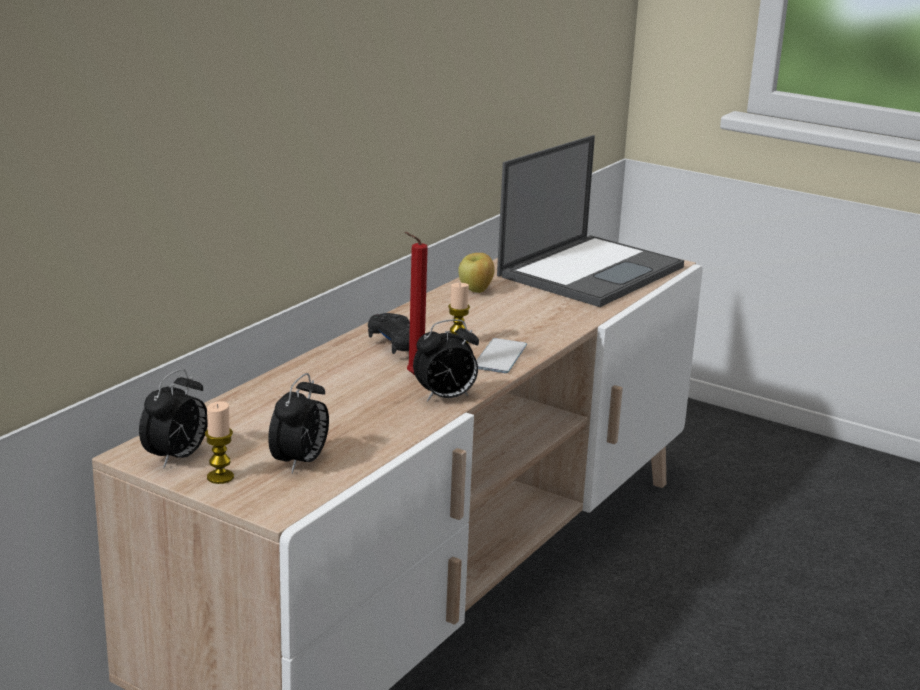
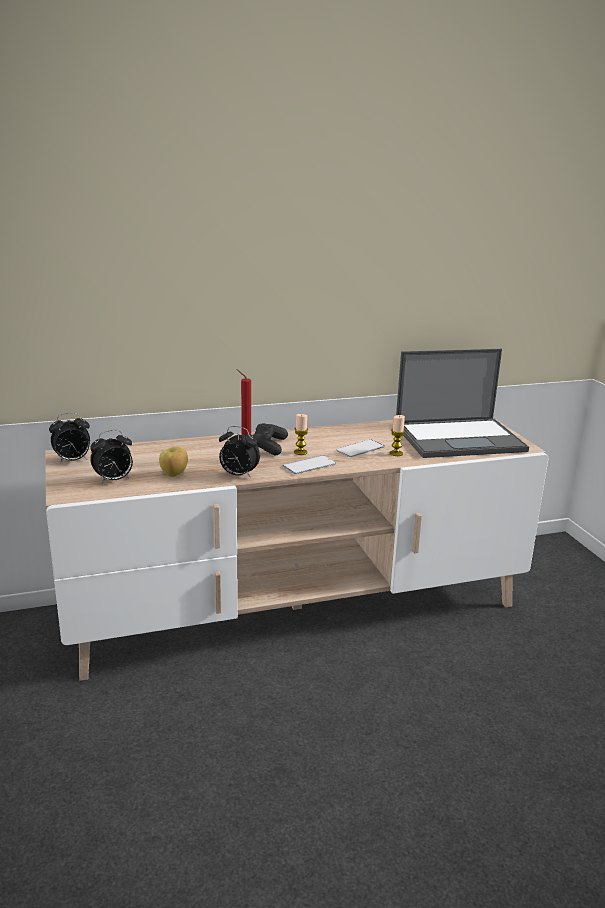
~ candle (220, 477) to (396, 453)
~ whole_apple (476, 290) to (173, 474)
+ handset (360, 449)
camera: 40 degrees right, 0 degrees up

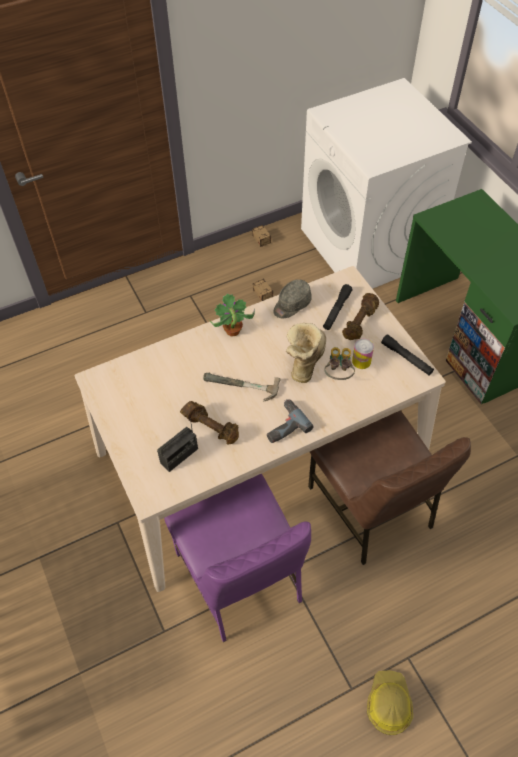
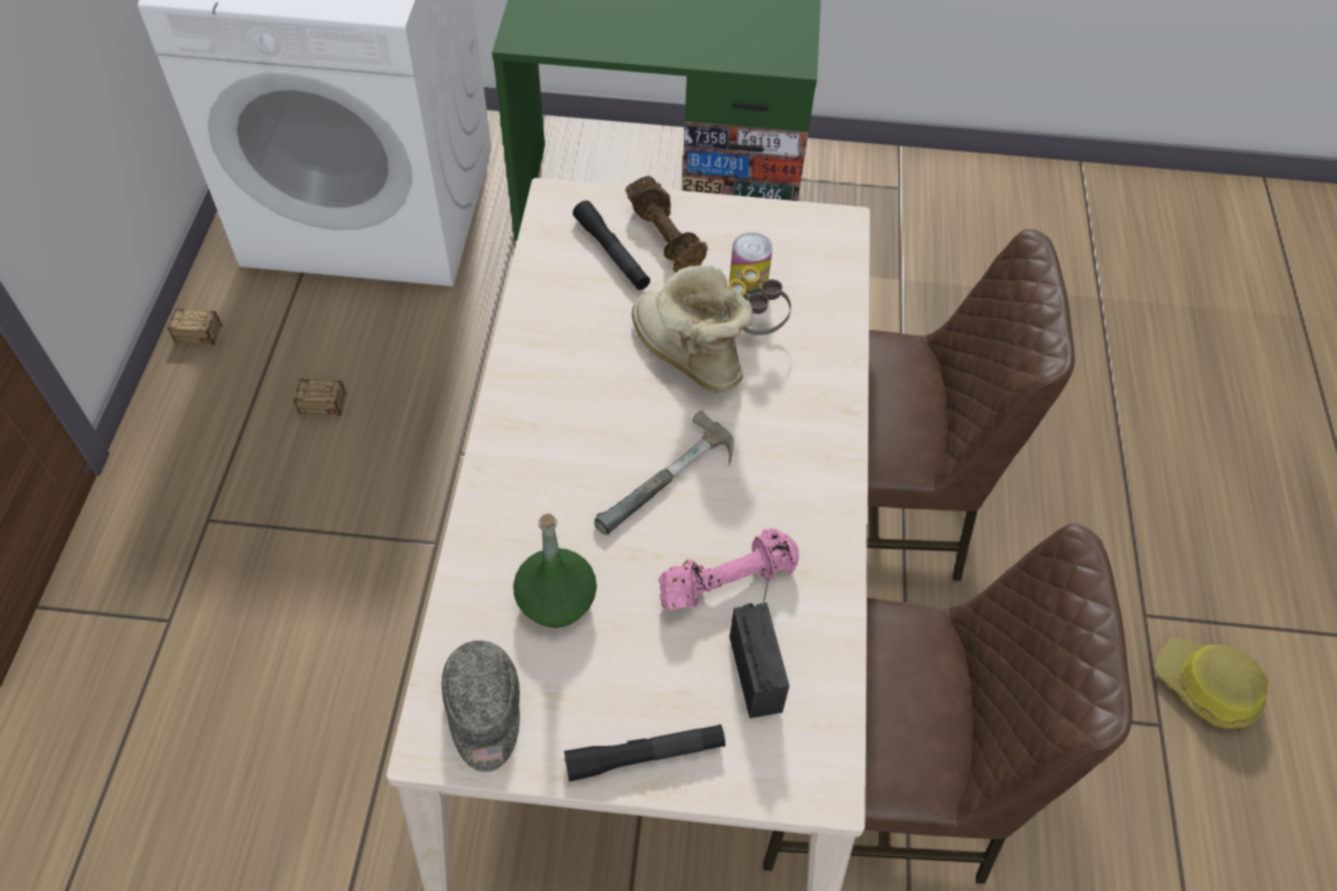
~ purple-coloured_plain_chair (240, 578) to brown-coloured_plain_chair (879, 783)
~ brown-coloured_hand_weight (211, 427) to pink_hand_weight (726, 581)
- houseplant (232, 331)
- electric_drill (283, 425)
~ gray_cap (291, 305) to (484, 713)
~ black-coloured_hand_torch (406, 358) to (645, 756)
+ greenish_drink_bottle (556, 600)
camera: 60 degrees left, 0 degrees up

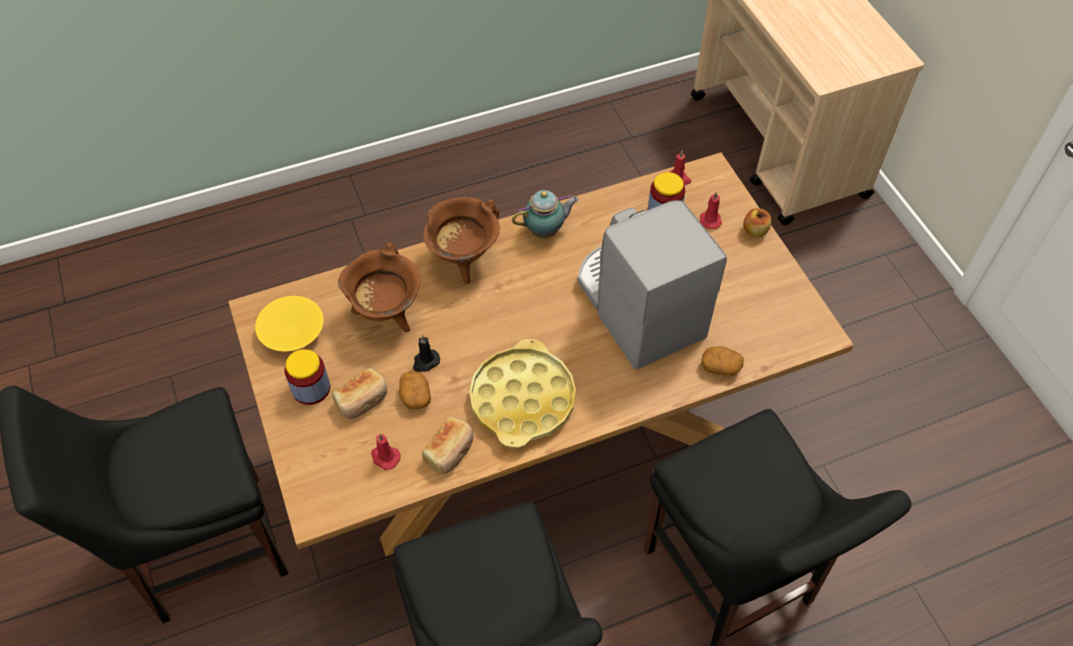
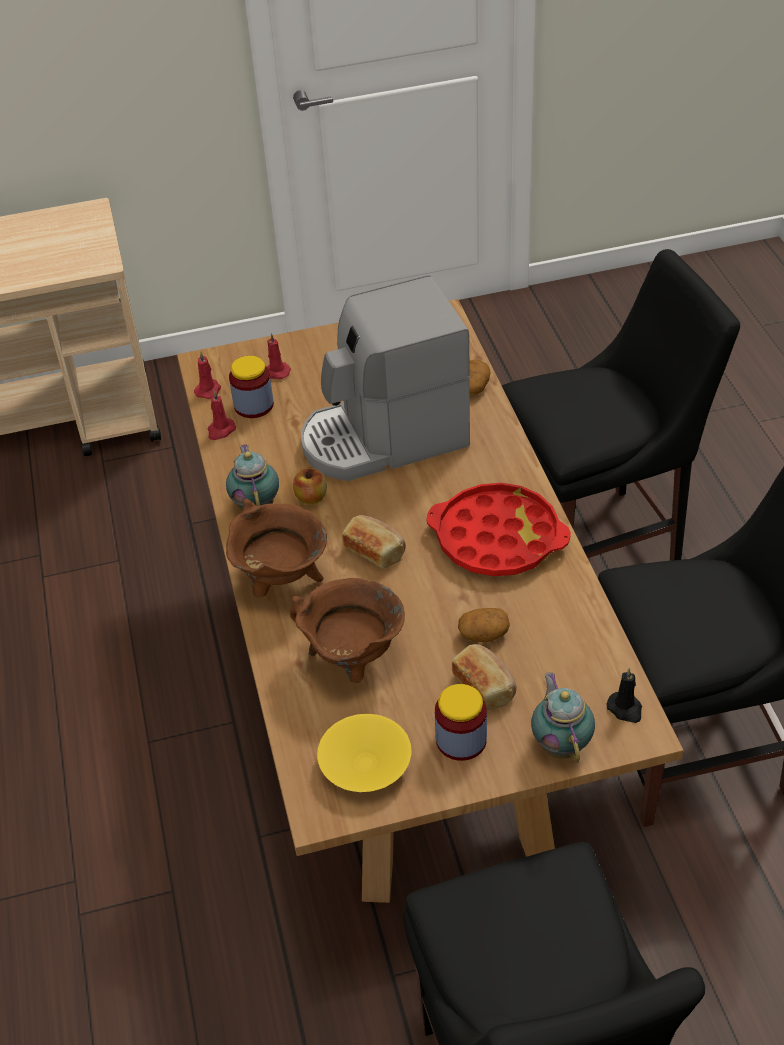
~ red-coloured_candle (385, 457) to (220, 430)
~ black-coloured_candle (425, 362) to (625, 709)
~ baked_bread (450, 451) to (375, 550)
~ yellowish_carrying_tray (523, 399) to red-coloured_carrying_tray (497, 538)
~ whole_apple (755, 231) to (311, 497)
+ pot_for_tea (561, 744)
camera: 80 degrees left, 10 degrees down

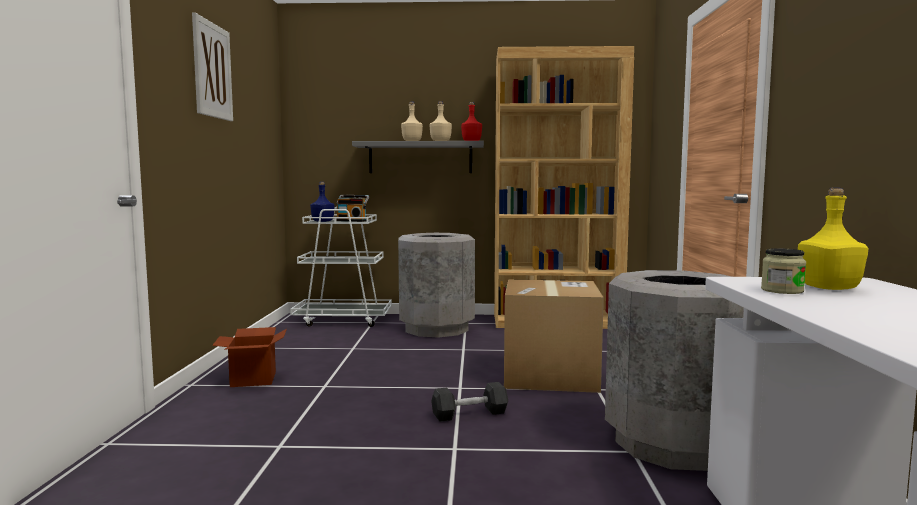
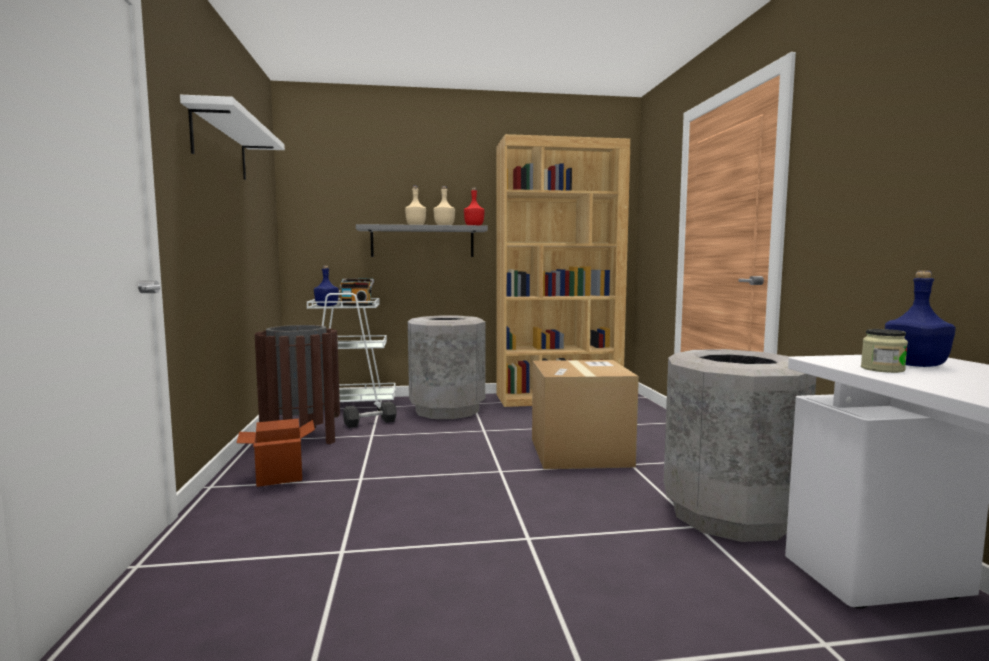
~ picture (212, 70) to whitish_wall_shelf (220, 145)
~ gray_hand_weight (469, 414) to (370, 423)
~ yellowish_drink_bottle (829, 288) to blue-coloured_drink_bottle (916, 365)
+ brown-coloured_waste_bin (301, 438)
camera: 10 degrees left, 0 degrees up

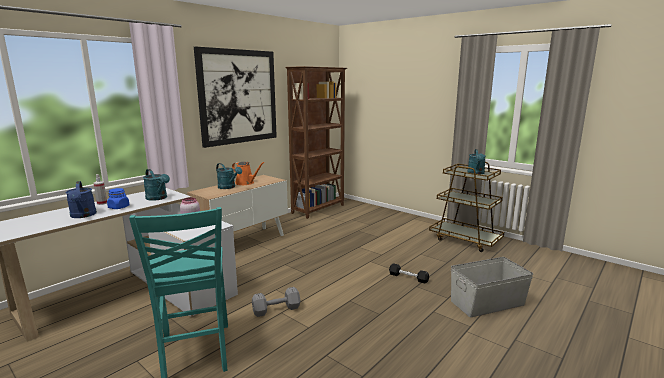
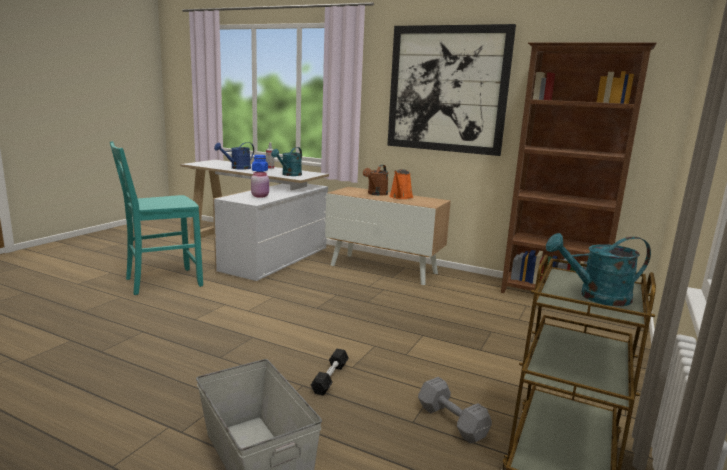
~ blue-green_watering_pot (228, 187) to brown-coloured_watering_pot (376, 194)
~ gray_hand_weight (277, 309) to (452, 423)
camera: 75 degrees right, 0 degrees up

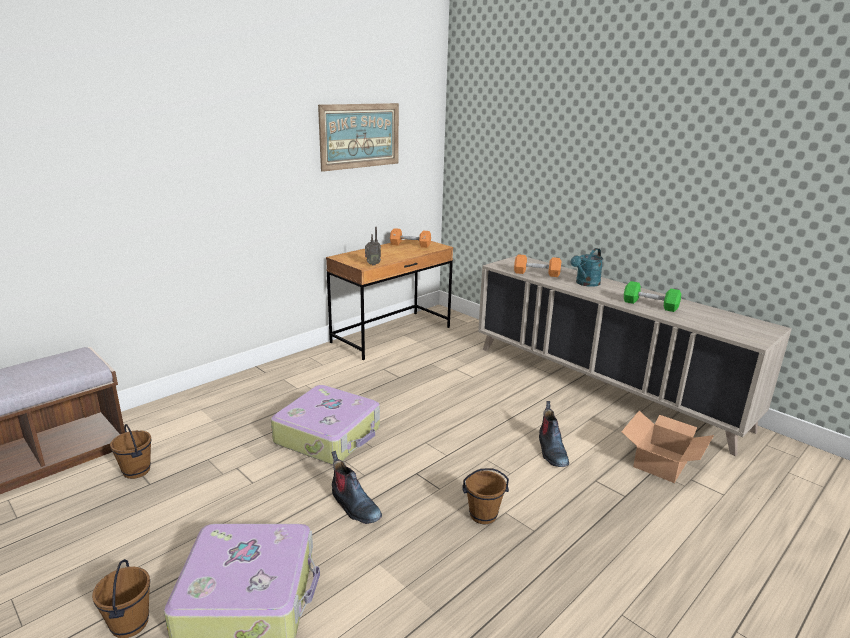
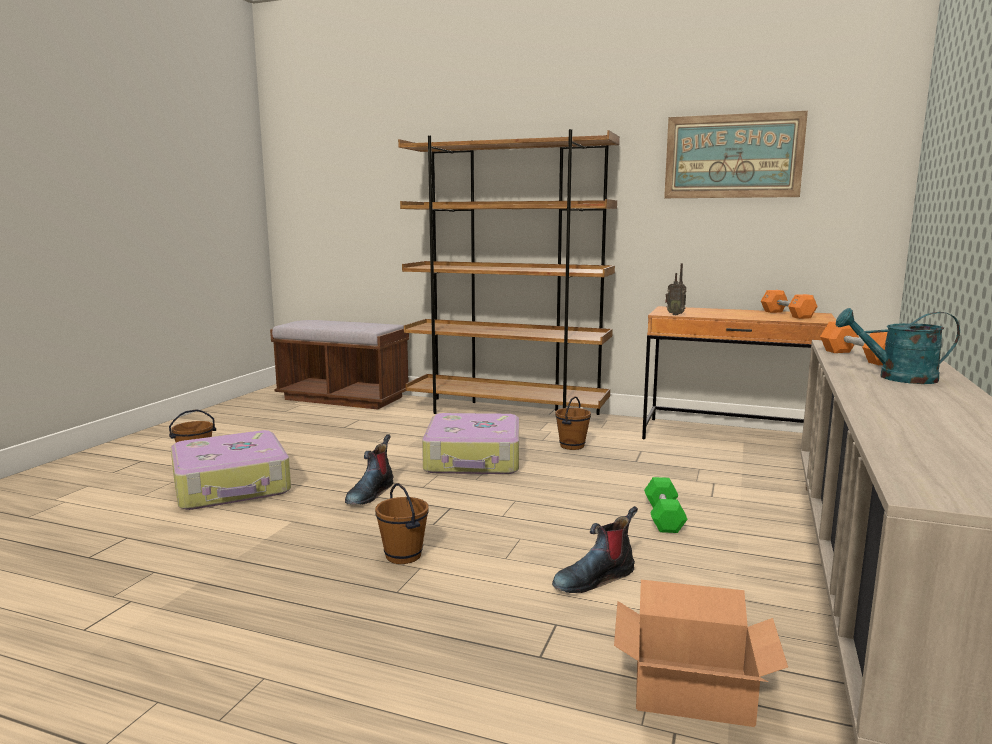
~ brown-coloured_pail (137, 471) to (572, 446)
~ greenish_hand_weight (650, 305) to (664, 517)
+ brown-coloured_bookshelf (507, 413)
camera: 65 degrees right, 10 degrees down

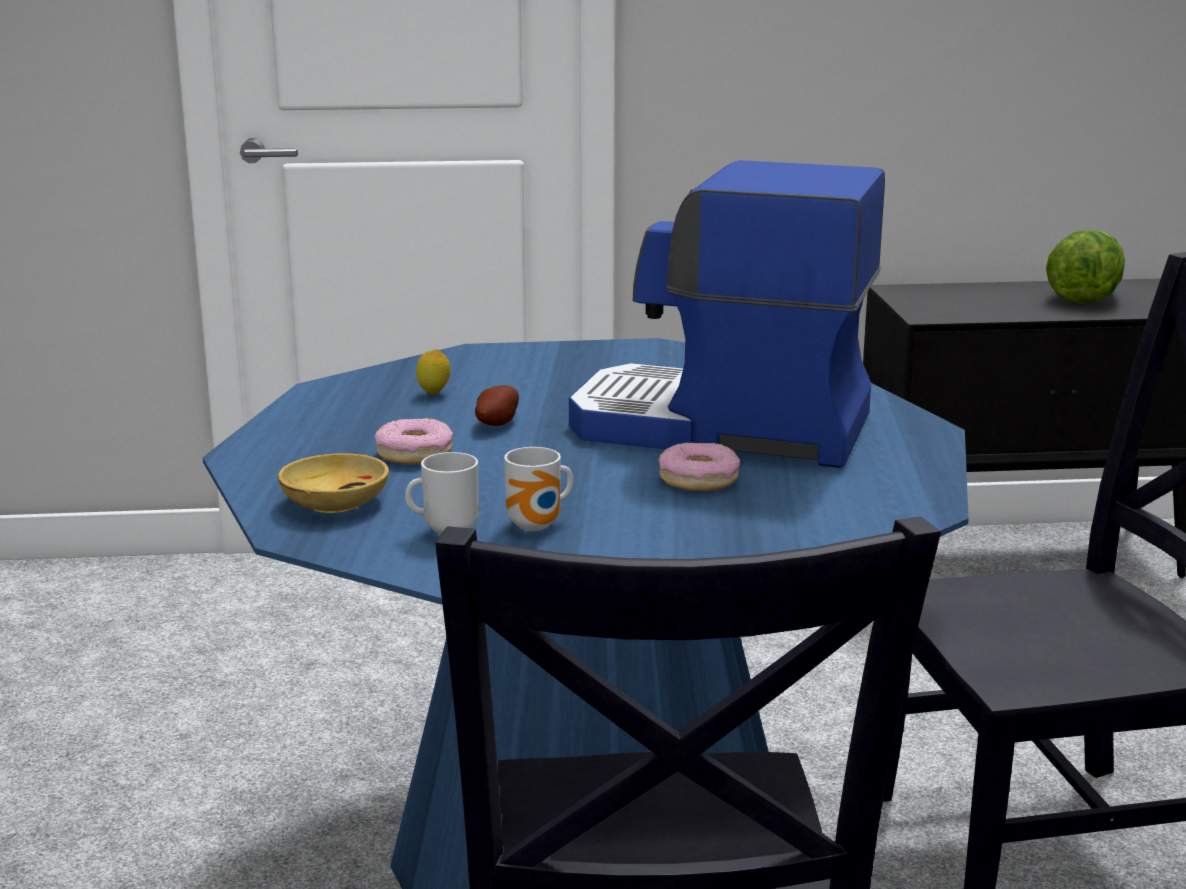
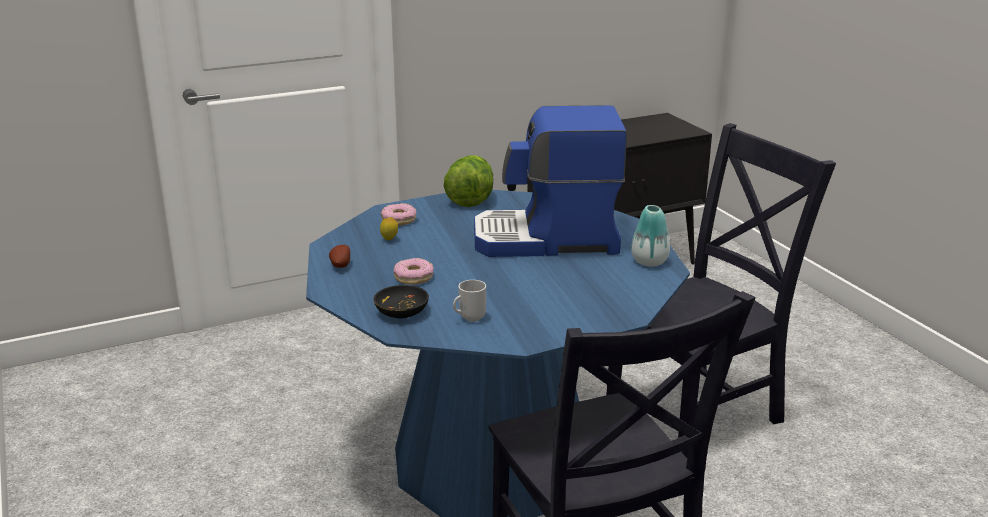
~ beige-coloured_bowl (334, 502) to black-coloured_bowl (401, 312)
~ whole_potato (495, 423) to (340, 265)
- mug (538, 525)
~ doughnut (698, 479) to (398, 220)
~ head_of_lettuce (1084, 297) to (470, 199)
+ flower_vase (649, 262)
camera: 20 degrees left, 5 degrees up

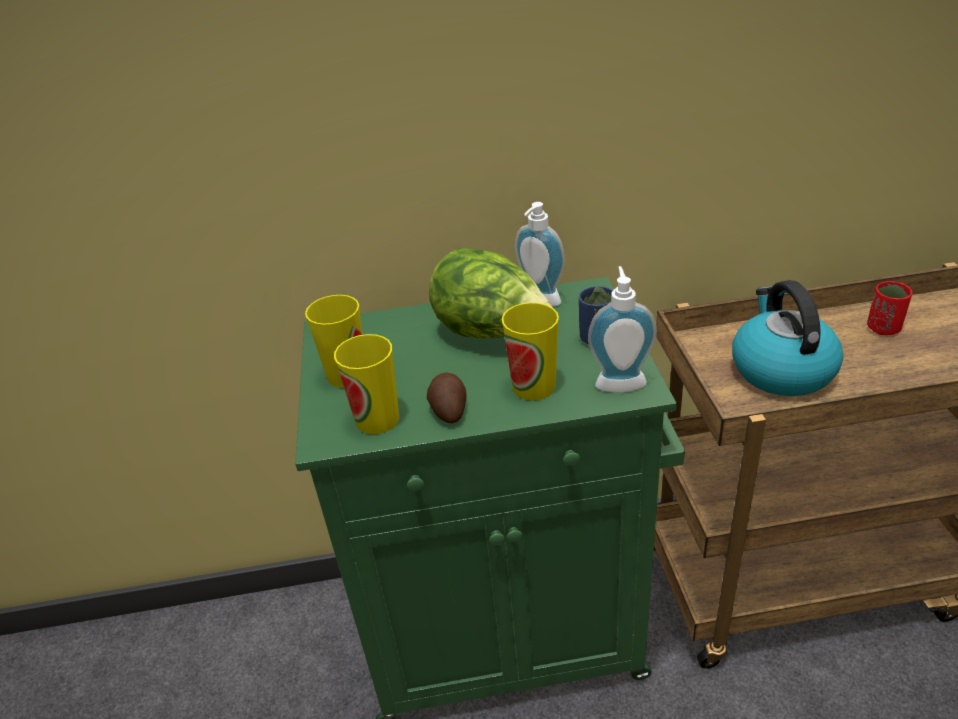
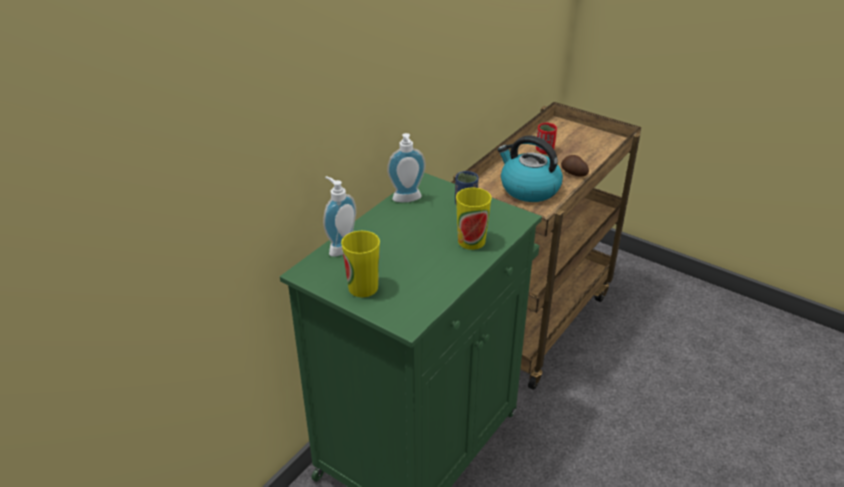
- cup (377, 419)
~ whole_potato (448, 410) to (573, 173)
- head_of_lettuce (491, 333)
~ liquid_soap_bottle (619, 381) to (339, 247)
camera: 50 degrees left, 0 degrees up

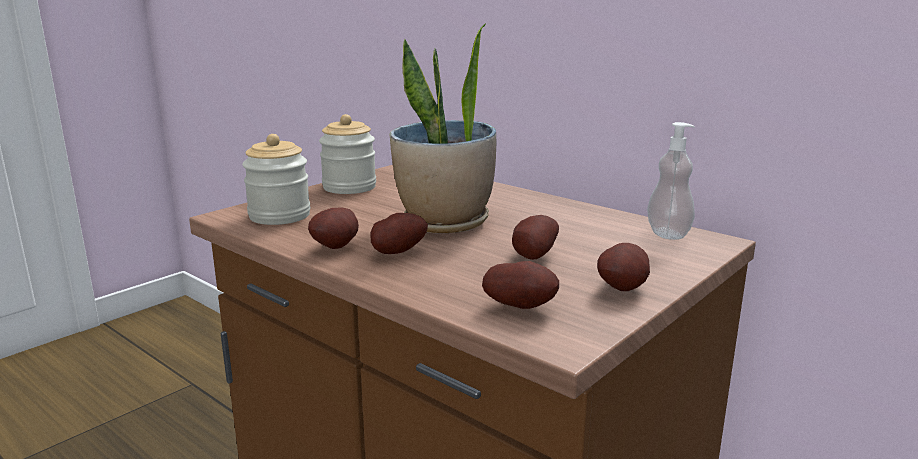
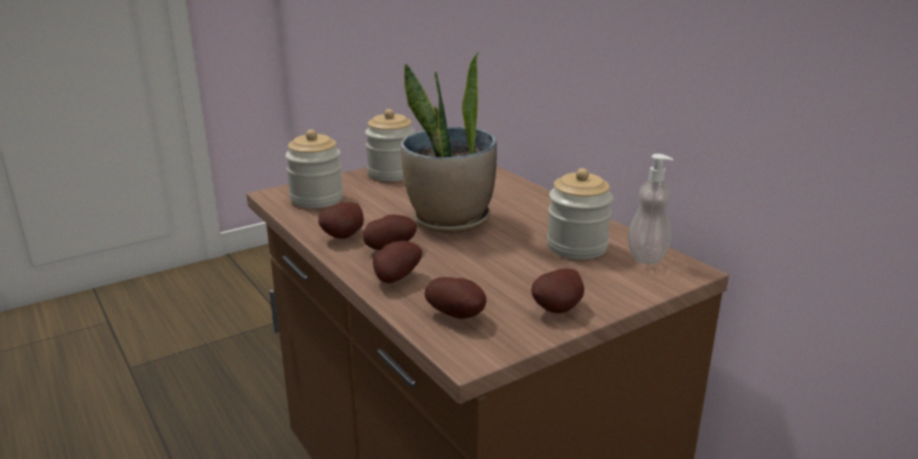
~ whole_potato (532, 257) to (394, 279)
+ preserve_jar (577, 247)
camera: 15 degrees right, 5 degrees up

